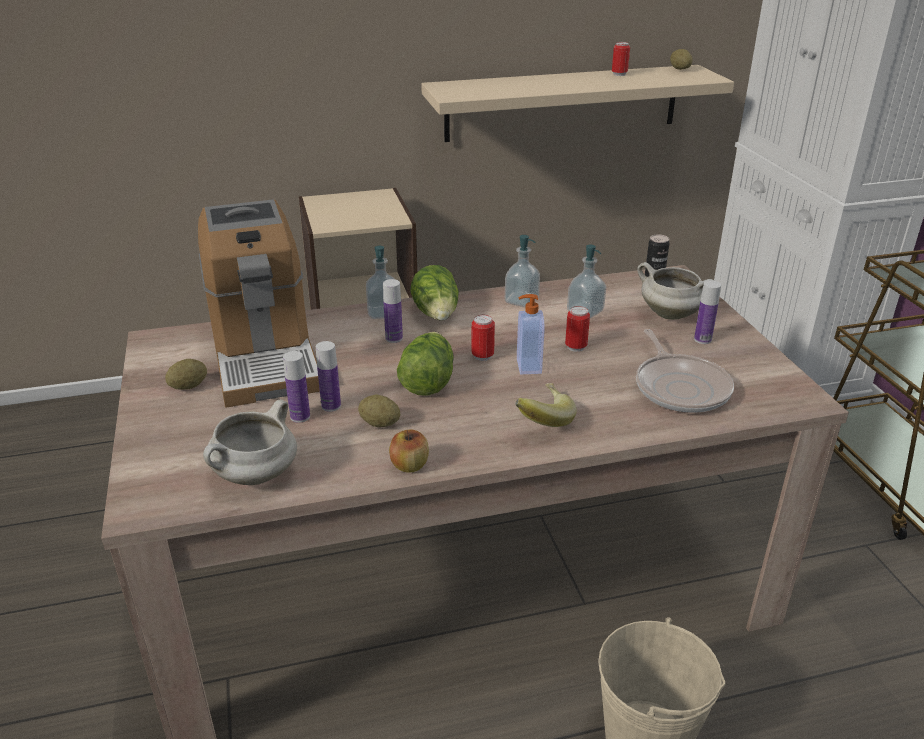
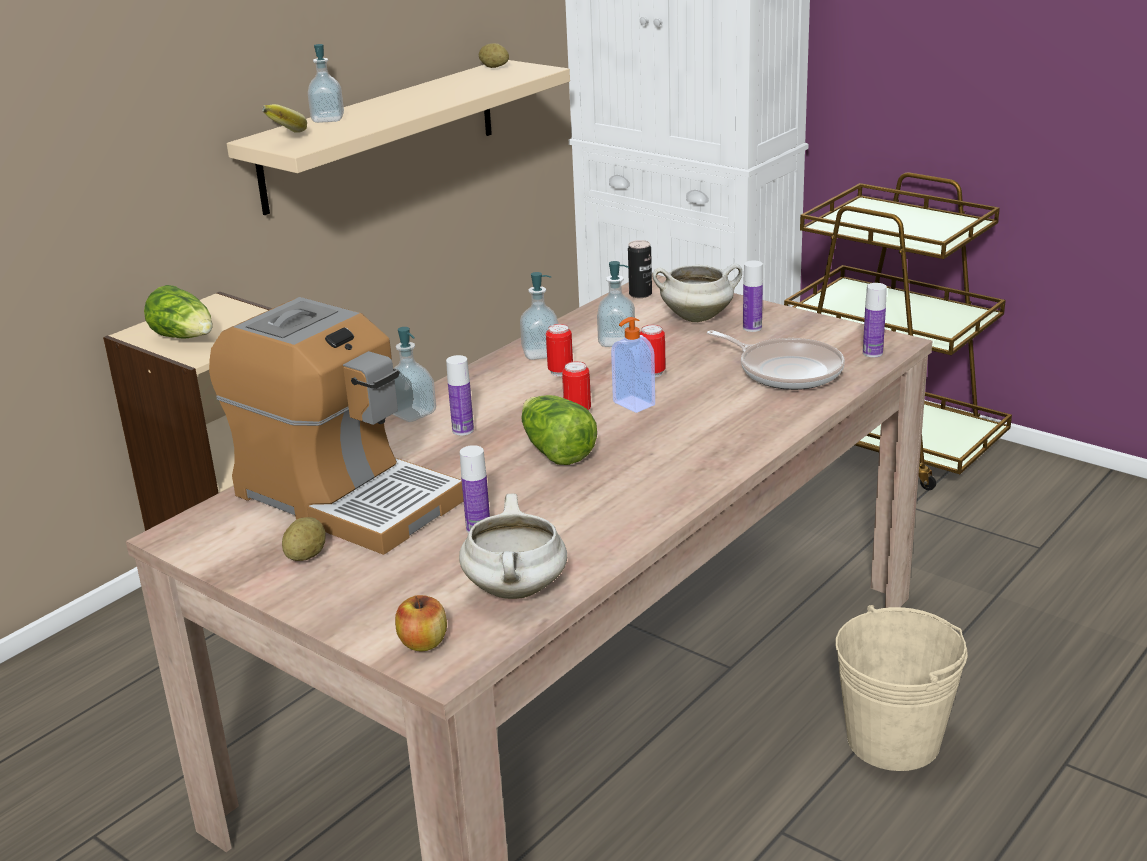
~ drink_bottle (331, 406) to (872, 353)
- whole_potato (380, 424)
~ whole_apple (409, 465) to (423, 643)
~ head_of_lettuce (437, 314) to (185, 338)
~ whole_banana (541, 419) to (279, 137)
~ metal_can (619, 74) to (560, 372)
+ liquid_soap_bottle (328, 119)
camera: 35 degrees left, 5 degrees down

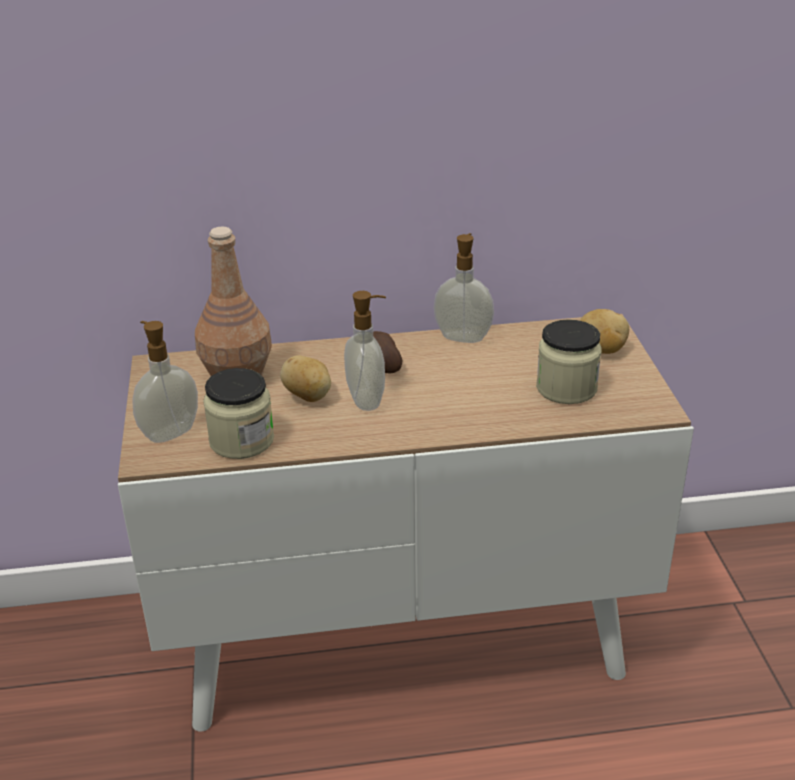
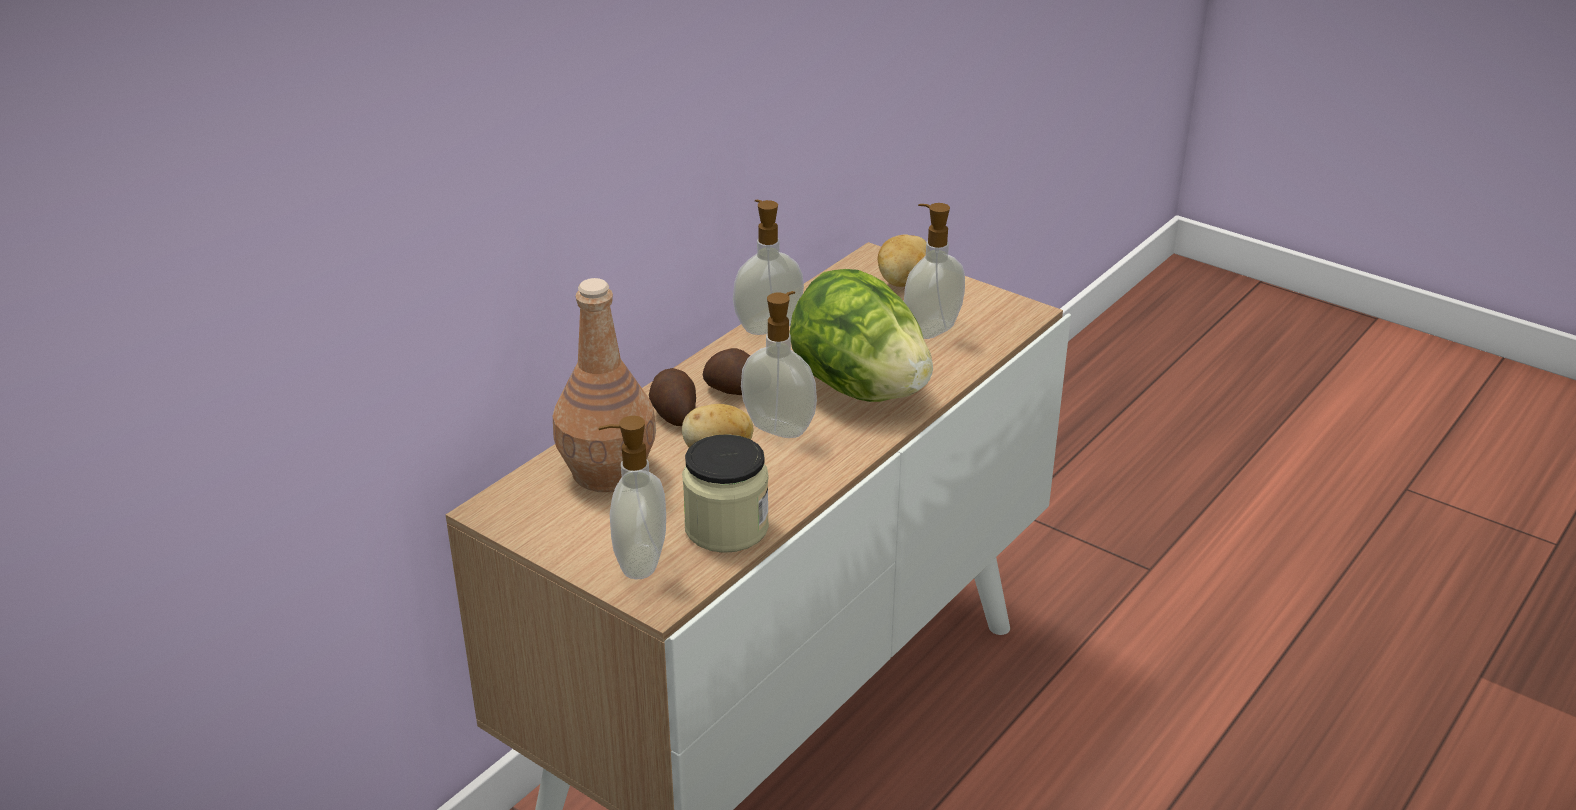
~ preserve_jar (566, 388) to liquid_soap_bottle (930, 329)
+ whole_potato (674, 413)
+ head_of_lettuce (859, 388)
camera: 45 degrees left, 0 degrees up

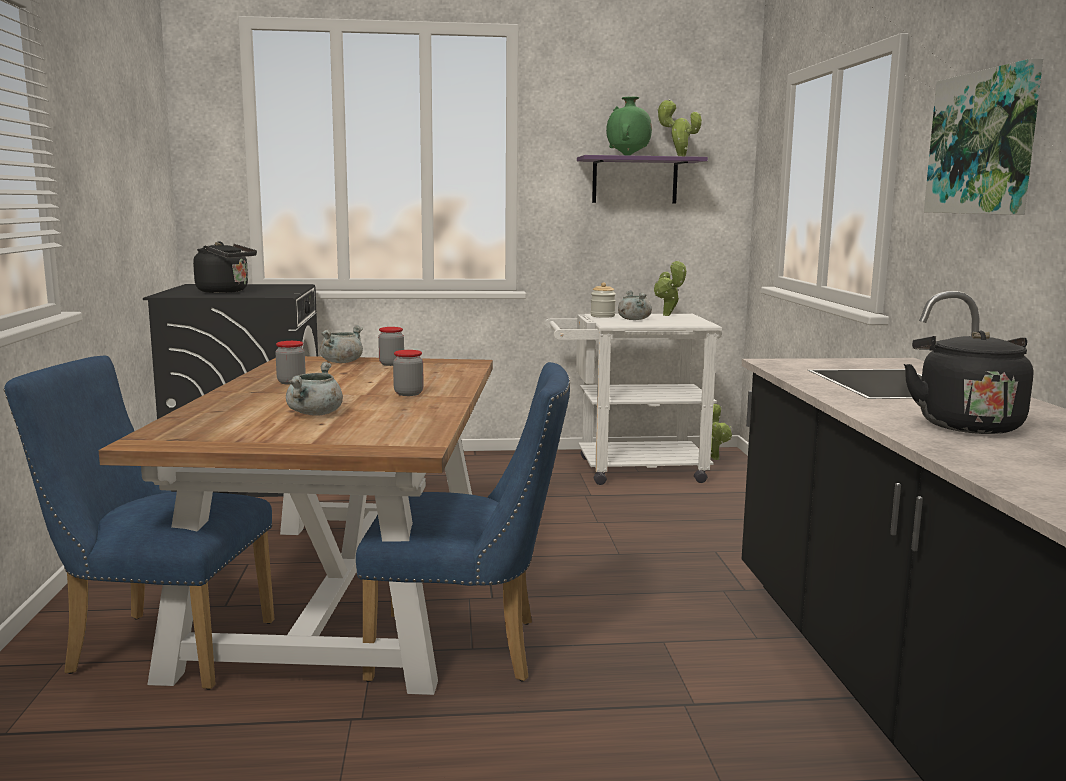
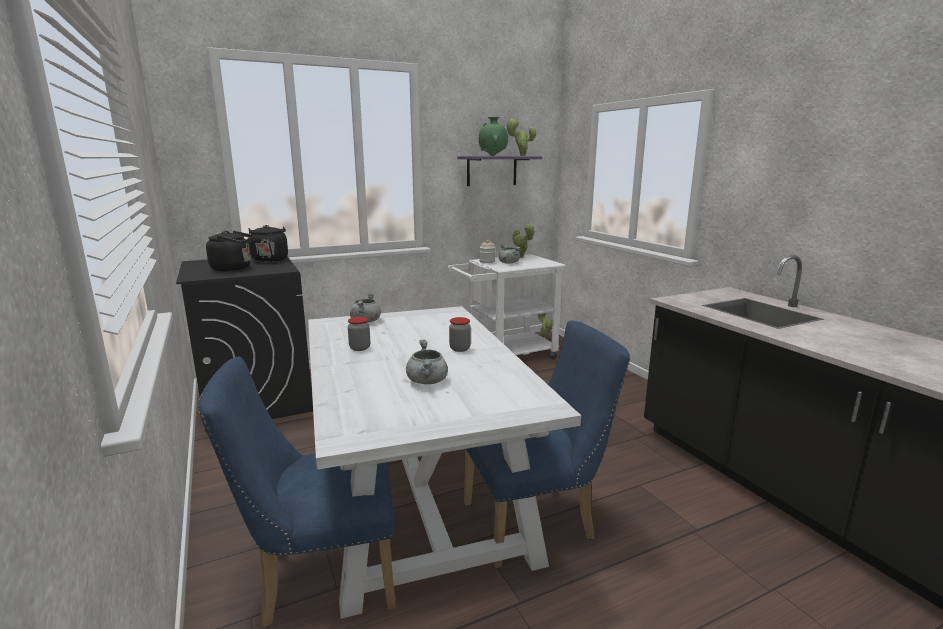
~ brown-coloured_dinner_table (345, 594) to whitish_dinner_table (416, 492)
- preserve_jar (391, 364)
~ black-coloured_kettle (965, 424) to (269, 260)
- picture (984, 143)
camera: 20 degrees left, 5 degrees up

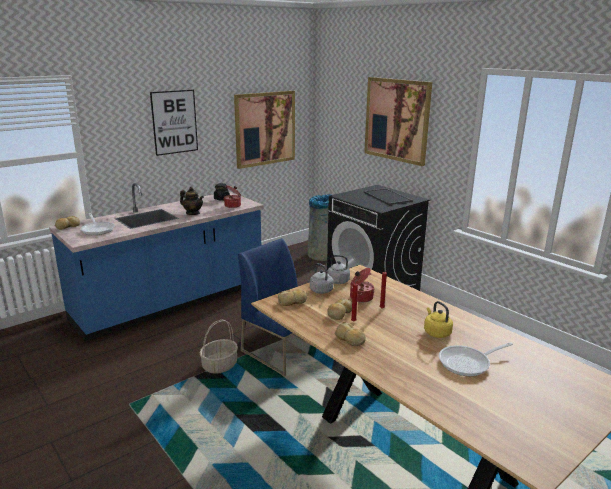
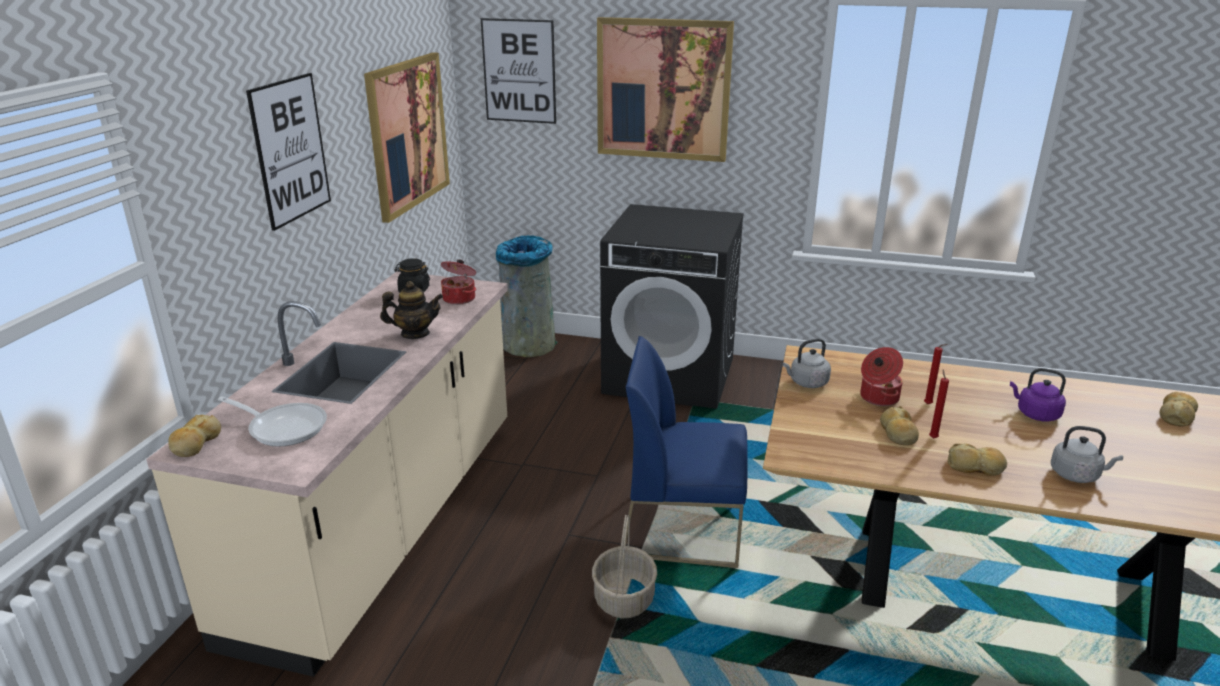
~ blue-coloured_kitchen_counter (171, 303) to beige-coloured_kitchen_counter (386, 524)
~ baked_bread (293, 301) to (1176, 415)
~ gray_kettle (322, 291) to (1077, 475)
- carrying_tray (388, 197)
~ yellowish_kettle (436, 332) to purple-coloured_kettle (1035, 414)
- skillet (468, 363)
+ picture (519, 71)
camera: 35 degrees left, 5 degrees up

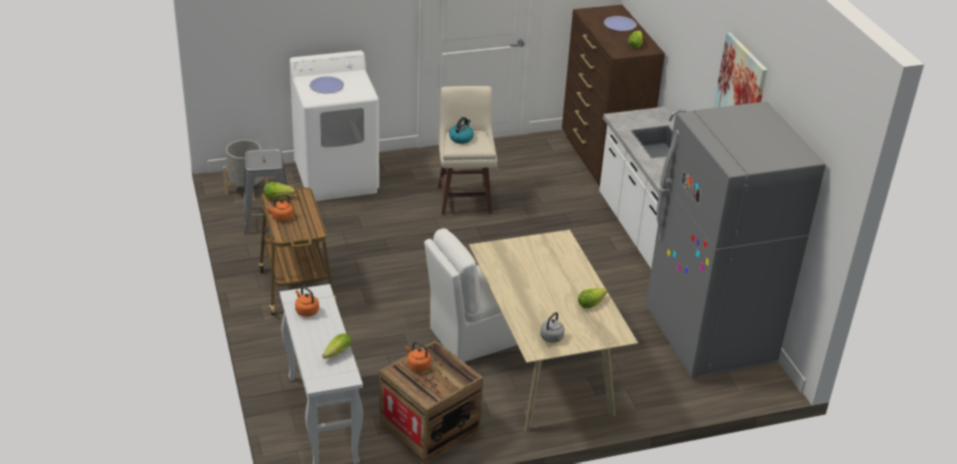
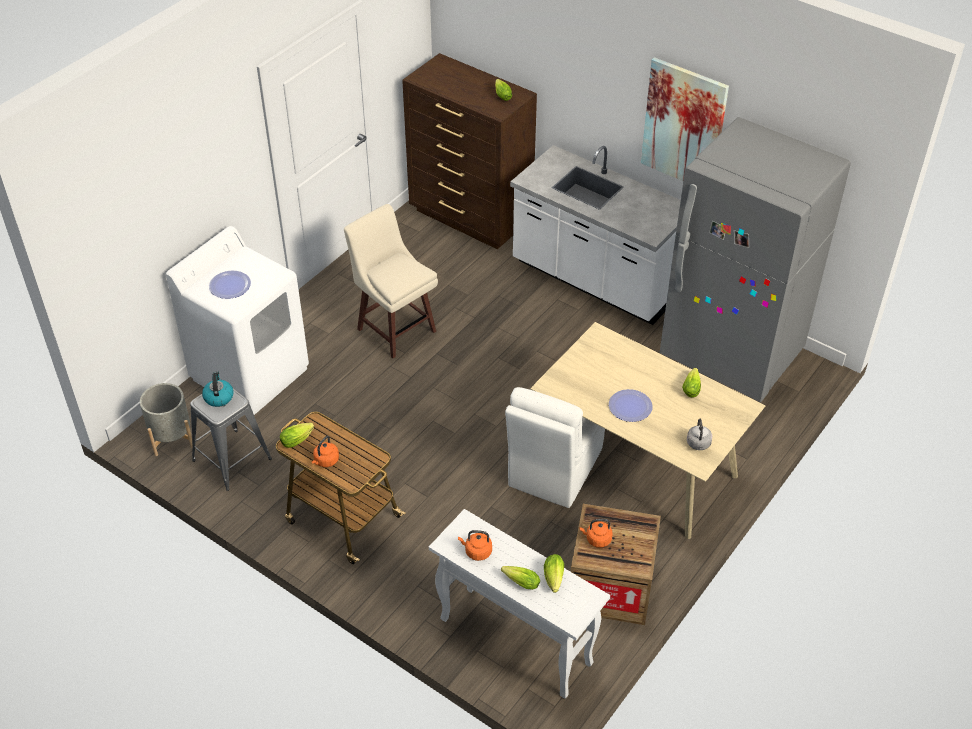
~ kettle (461, 138) to (218, 397)
~ dinner_plate (620, 24) to (630, 406)
+ head_of_lettuce (519, 581)
camera: 35 degrees left, 10 degrees up

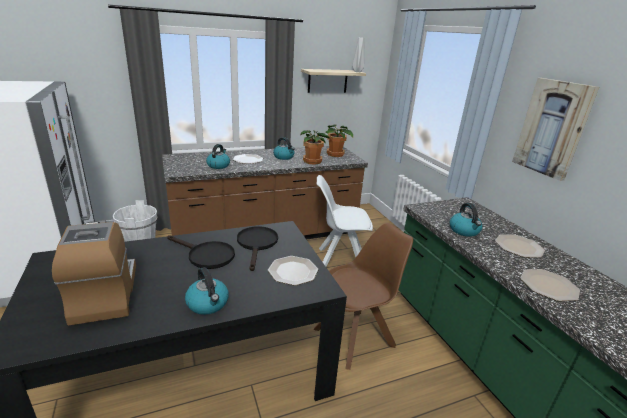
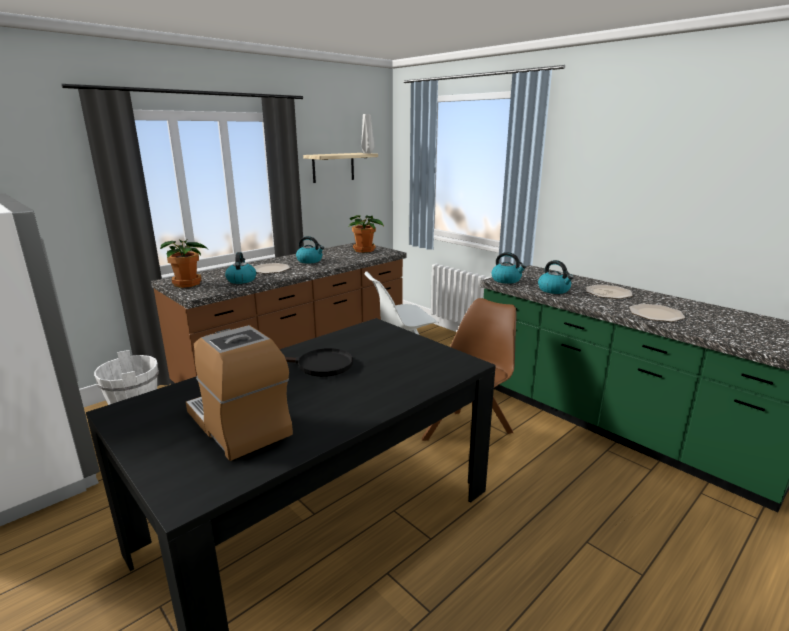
~ kettle (208, 304) to (506, 280)
- black-coloured_skillet (257, 244)
- dinner_plate (293, 271)
~ houseplant (313, 161) to (188, 284)
- picture (552, 128)
camera: 20 degrees left, 5 degrees down

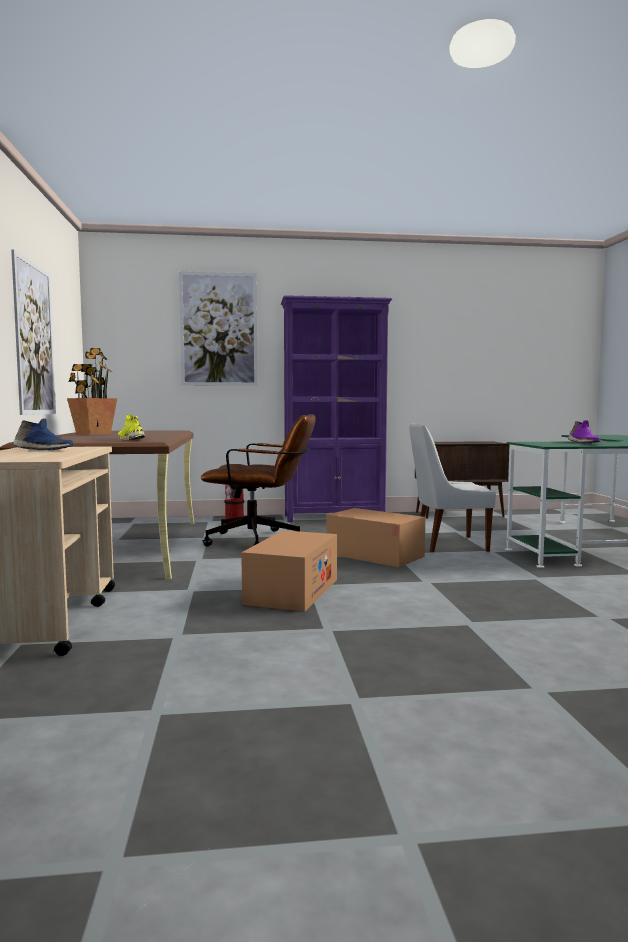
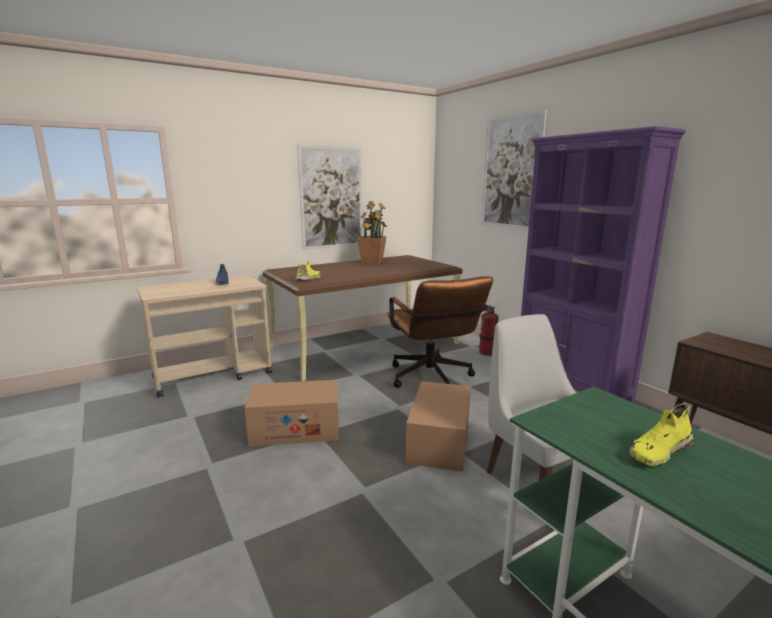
~ purple-coloured_item_of_footwear (582, 443) to yellowish_item_of_footwear (659, 450)
camera: 65 degrees right, 10 degrees up

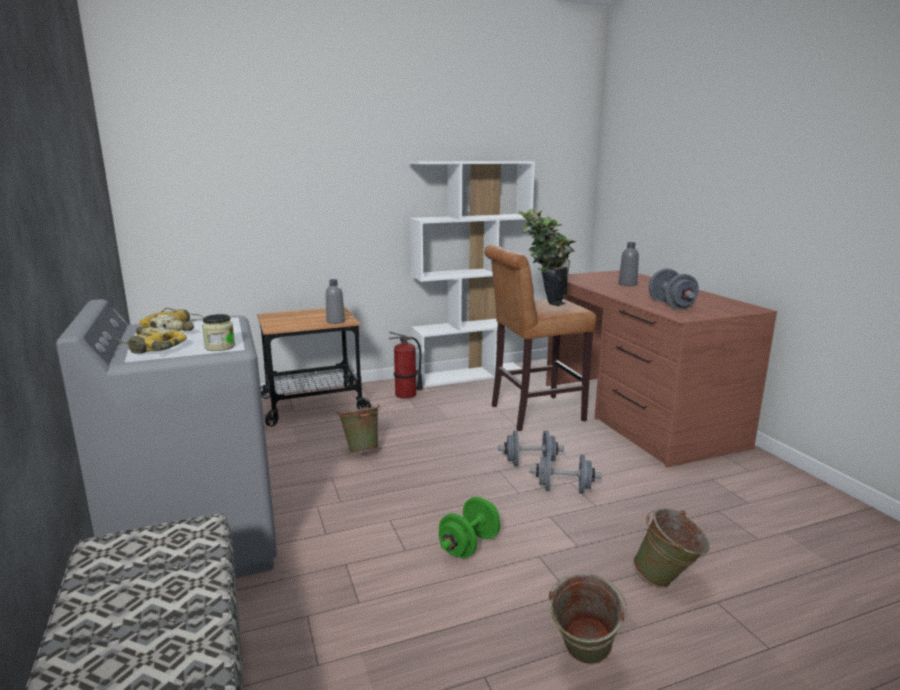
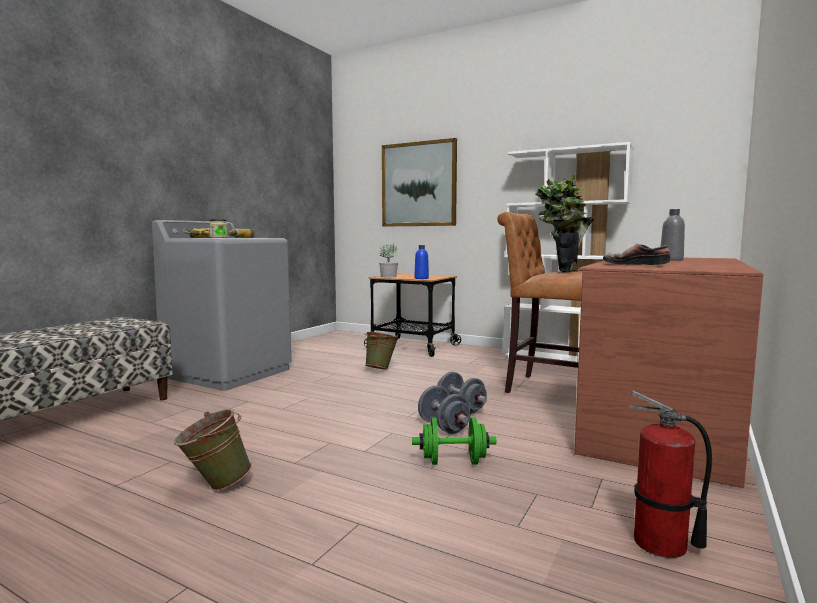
~ gray_drink_bottle (335, 321) to blue-coloured_drink_bottle (421, 278)
~ extinguisher (406, 395) to (660, 544)
~ greenish_hand_weight (469, 545) to (453, 462)
- greenish_pail (667, 581)
~ gray_hand_weight (671, 305) to item_of_footwear (635, 264)
+ houseplant (389, 276)
+ picture (418, 184)
camera: 50 degrees right, 10 degrees down

